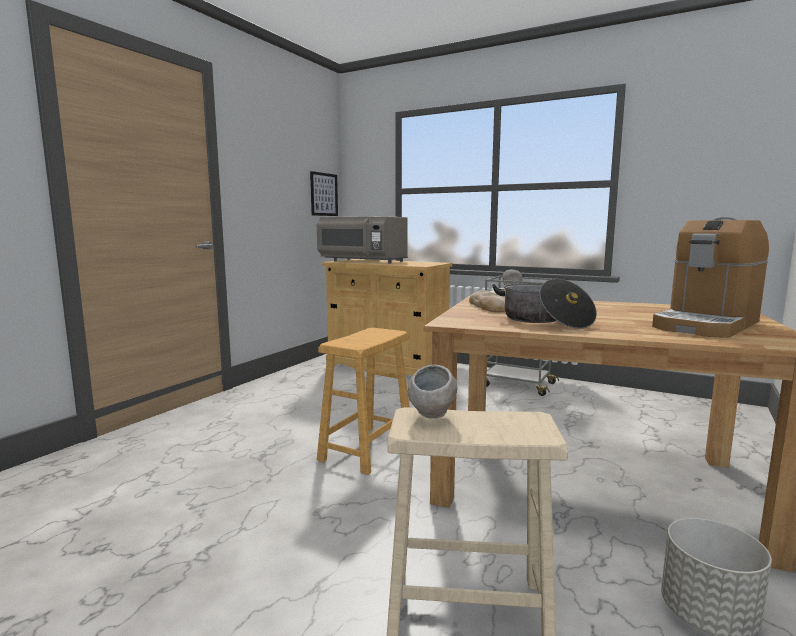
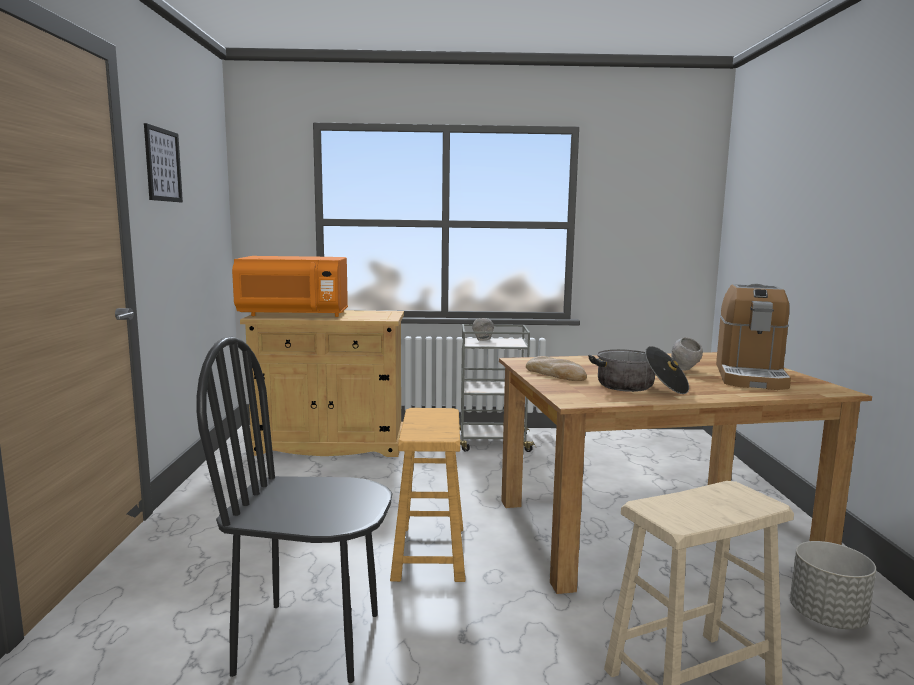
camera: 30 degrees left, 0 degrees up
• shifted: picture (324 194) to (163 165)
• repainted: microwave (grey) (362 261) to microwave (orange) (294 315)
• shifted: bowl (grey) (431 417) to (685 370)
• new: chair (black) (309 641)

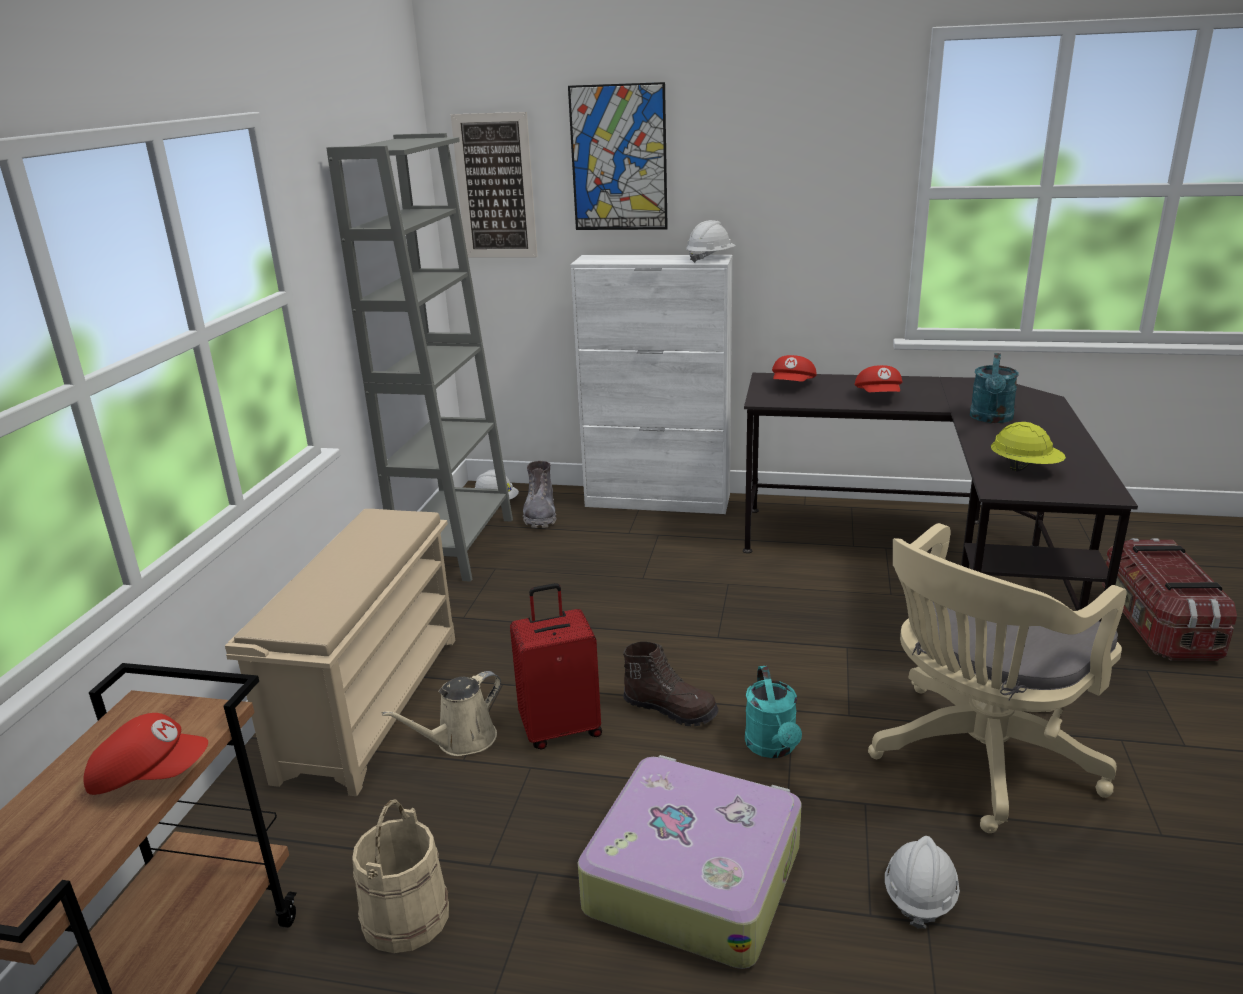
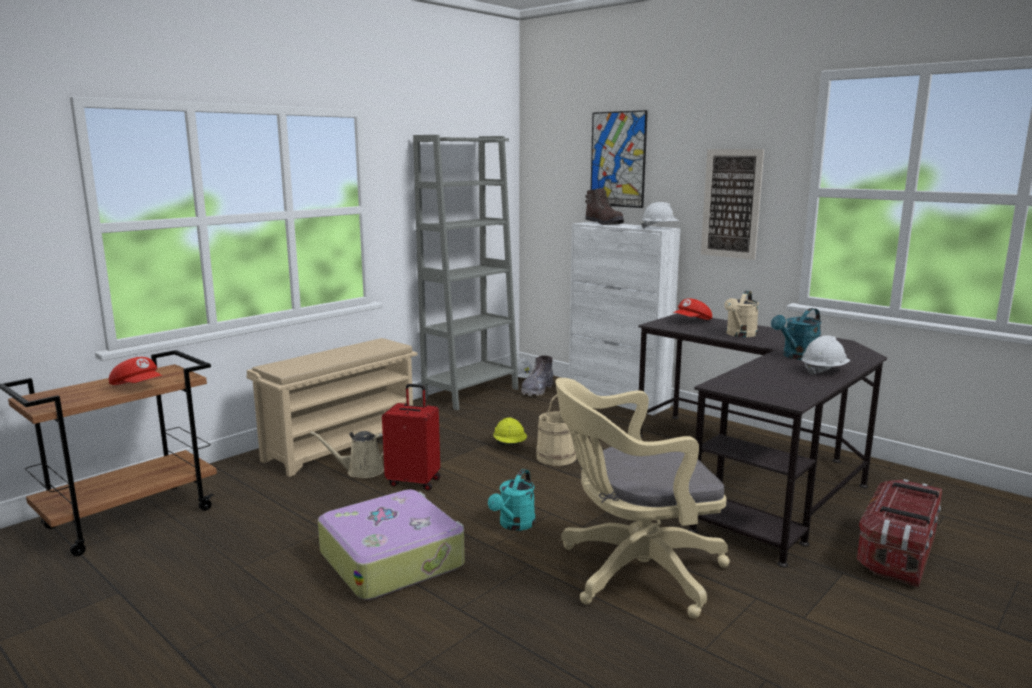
camera: 30 degrees right, 10 degrees down
• shifted: bucket (beige) (406 916) to (556 457)
• shifted: picture (495 187) to (731 204)
• shifted: boot (brown) (671 709) to (604 223)
• swapped: cap (red) (879 396) to watering can (beige) (739 335)
• shifted: hard hat (white) (919 895) to (823 370)
• shifted: hard hat (yellow) (1025 468) to (510 445)

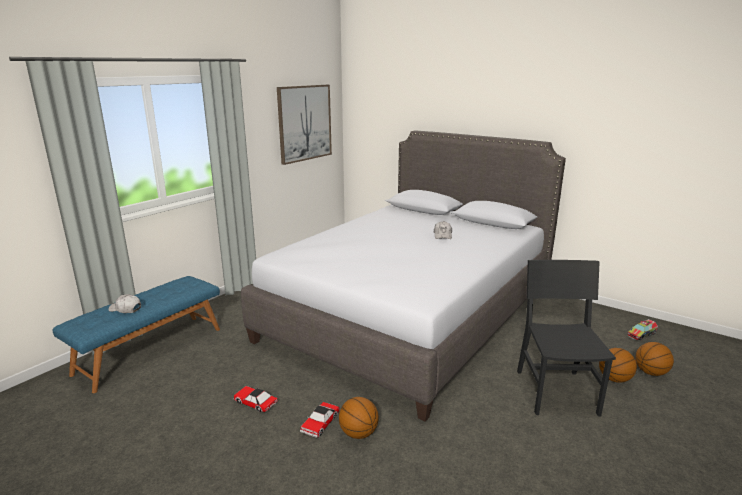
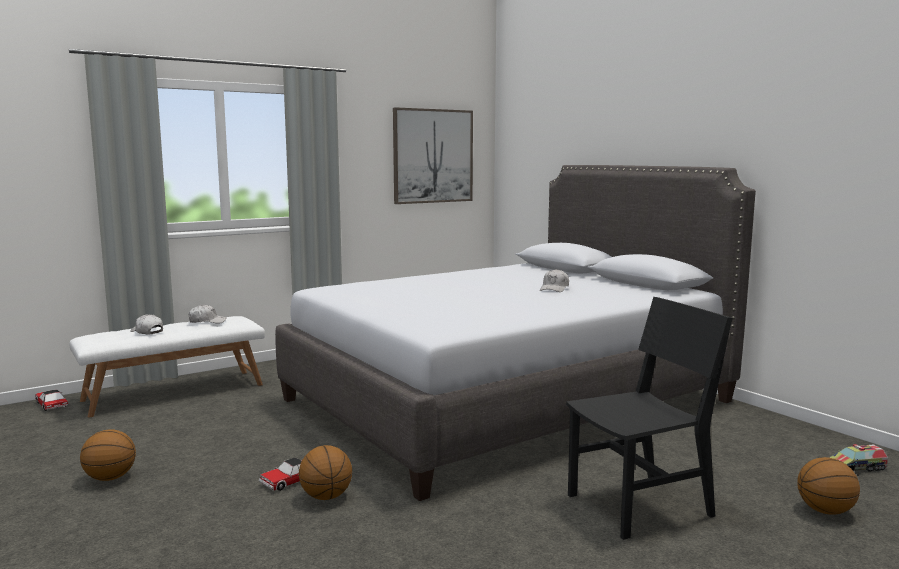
camera: 20 degrees right, 10 degrees down
• repainted: bench (blue) (150 350) to bench (white) (174 392)
• shifted: toy car (255 402) to (52 404)
• rotated: chair (black) (556 392) = (639 505) 45 degrees clockwise
• shifted: basketball (614 379) to (110 478)
• new: cap (white) (207 321)

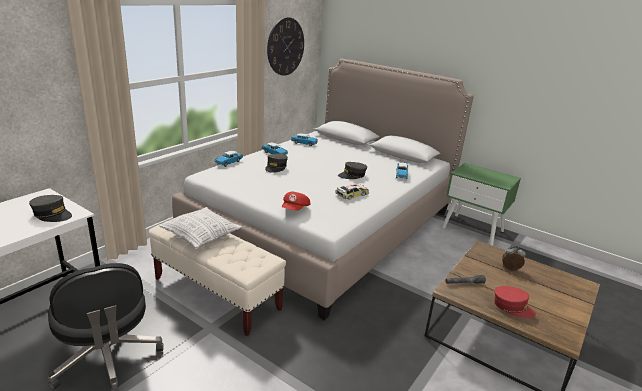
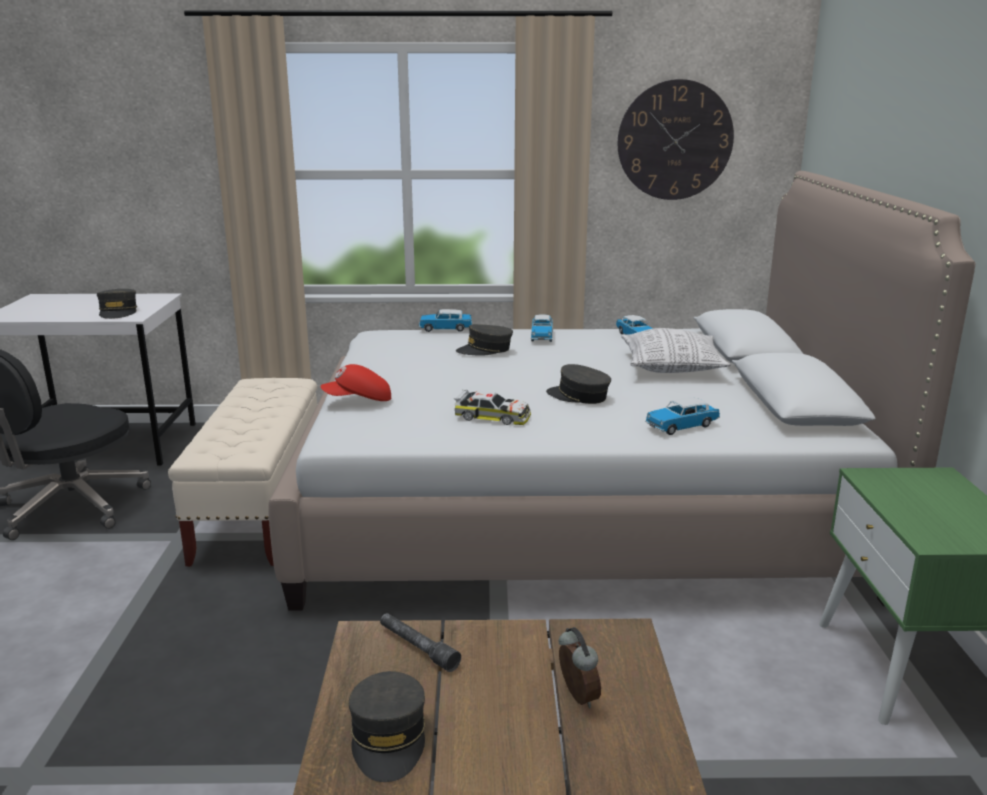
camera: 55 degrees right, 5 degrees down
• shifted: pillow (201 236) to (672 367)
• repainted: cap (red) (512 307) to cap (grey) (388 738)

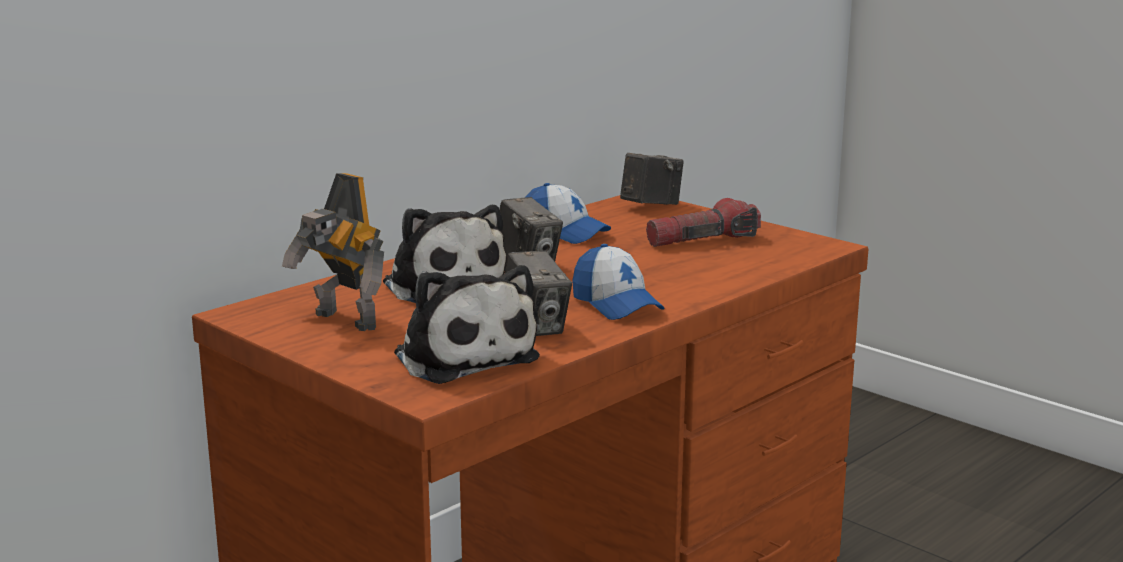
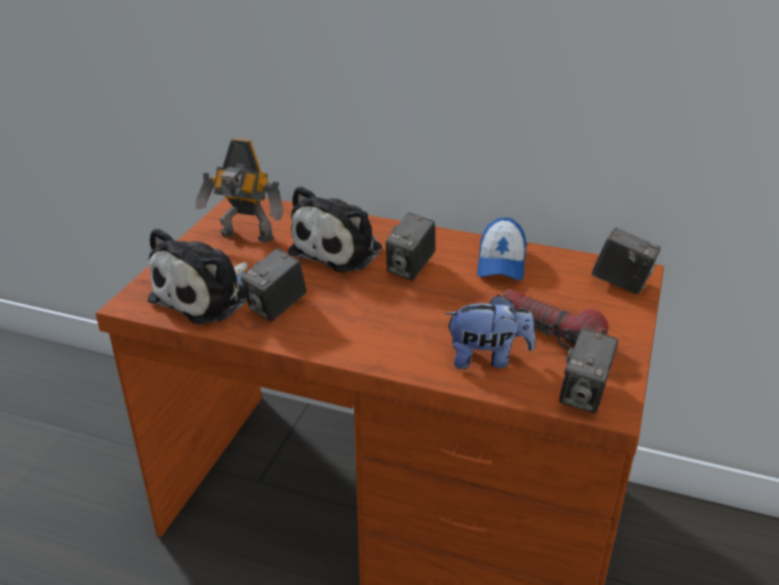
camera: 65 degrees right, 15 degrees up
• rotated: toy robot (343 321) = (246 237) 90 degrees counterclockwise
• gone: cap (616 304)
• new: plush toy (487 358)
• new: photo camera (584 395)

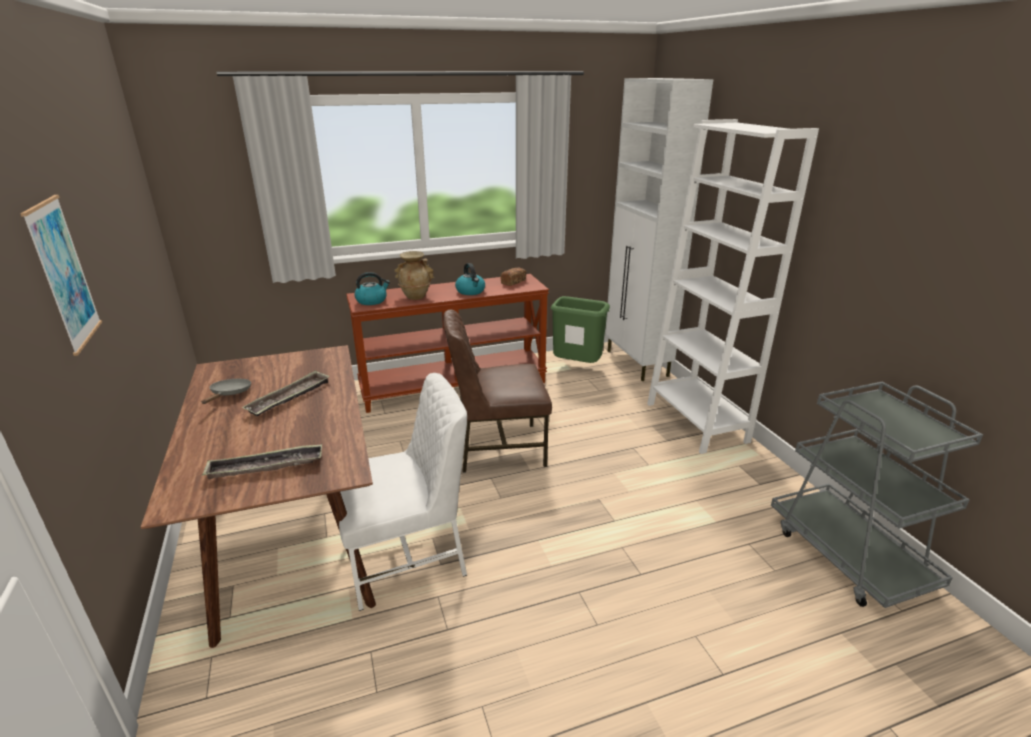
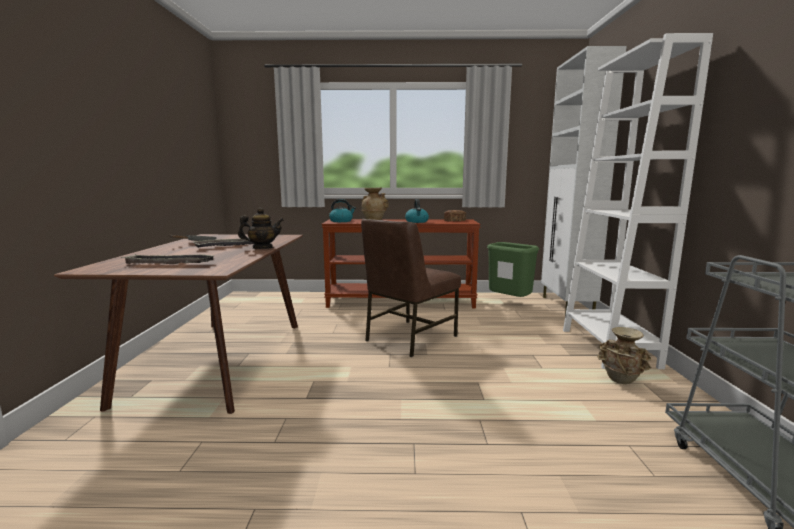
camera: 20 degrees right, 15 degrees down
• gone: picture (64 274)
• gone: chair (white) (407 558)
• rotated: chair (brown) (498 448) = (409 338) 60 degrees counterclockwise
• new: teapot (262 248)
• new: vase (beige) (621 380)

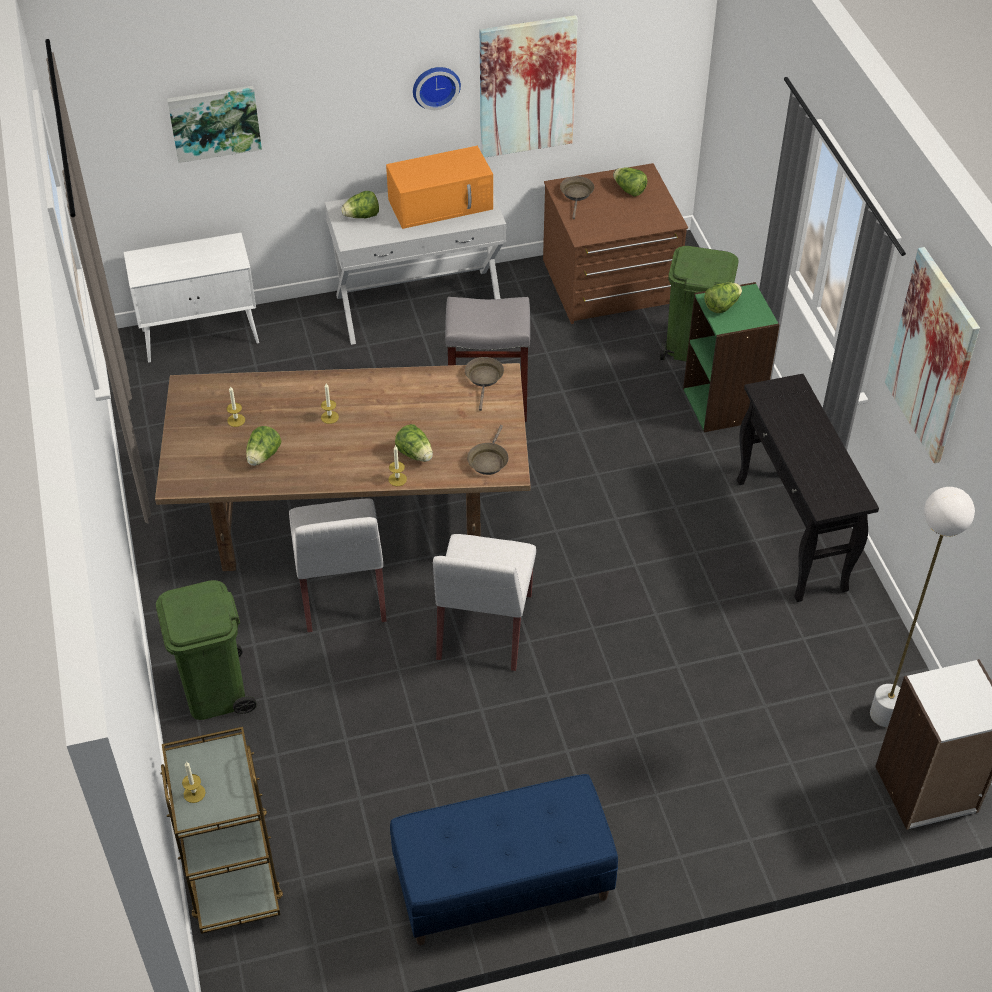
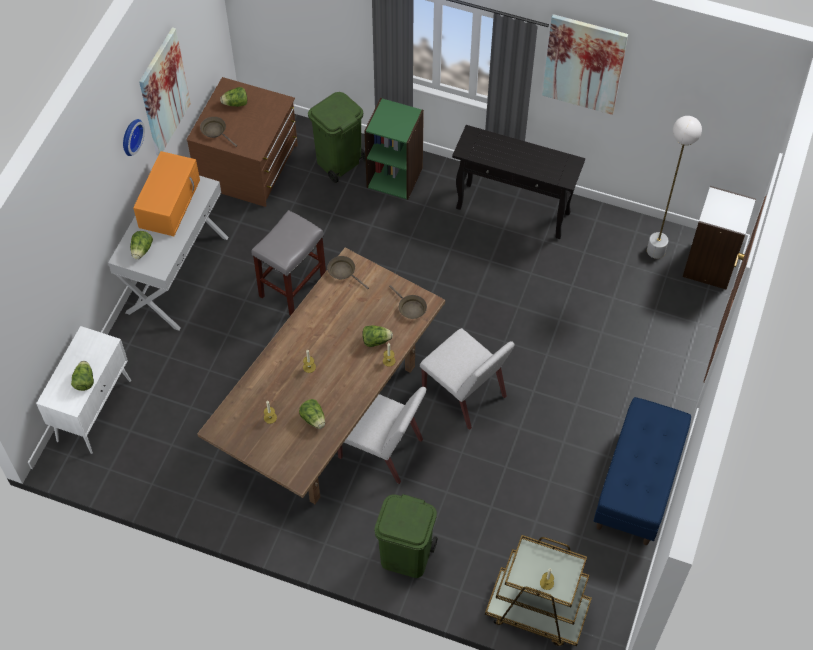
camera: 55 degrees left, 10 degrees up
• gone: picture (214 122)
• shifted: lettuce (722 306) to (84 381)

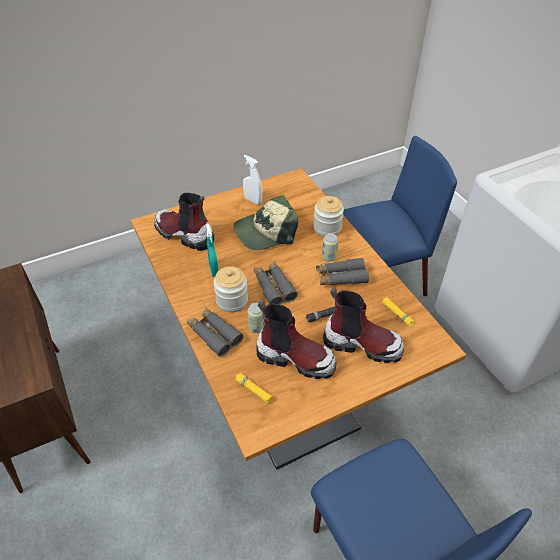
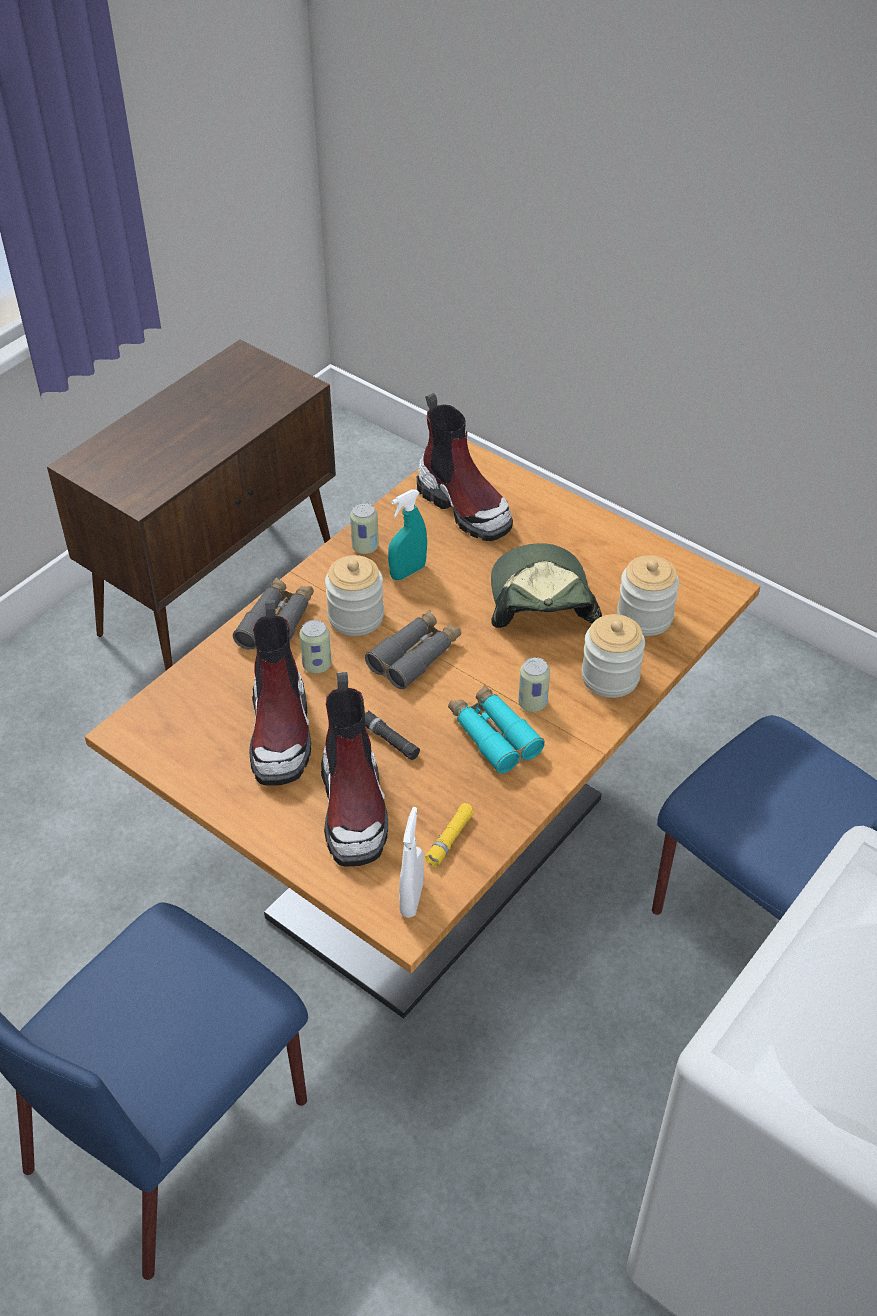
camera: 65 degrees right, 0 degrees up
• rotated: boot (184 234) = (465 506) 135 degrees clockwise
• rotated: cap (266 232) = (540 599) 45 degrees clockwise
• gone: flashlight (yellow) (253 390)
• shifted: spray bottle (white) (253 200) to (412 899)
• repainted: binoculars (grey) (341 277) to binoculars (turquoise) (493 735)
• new: can (365 547)
• new: jar (644 617)

